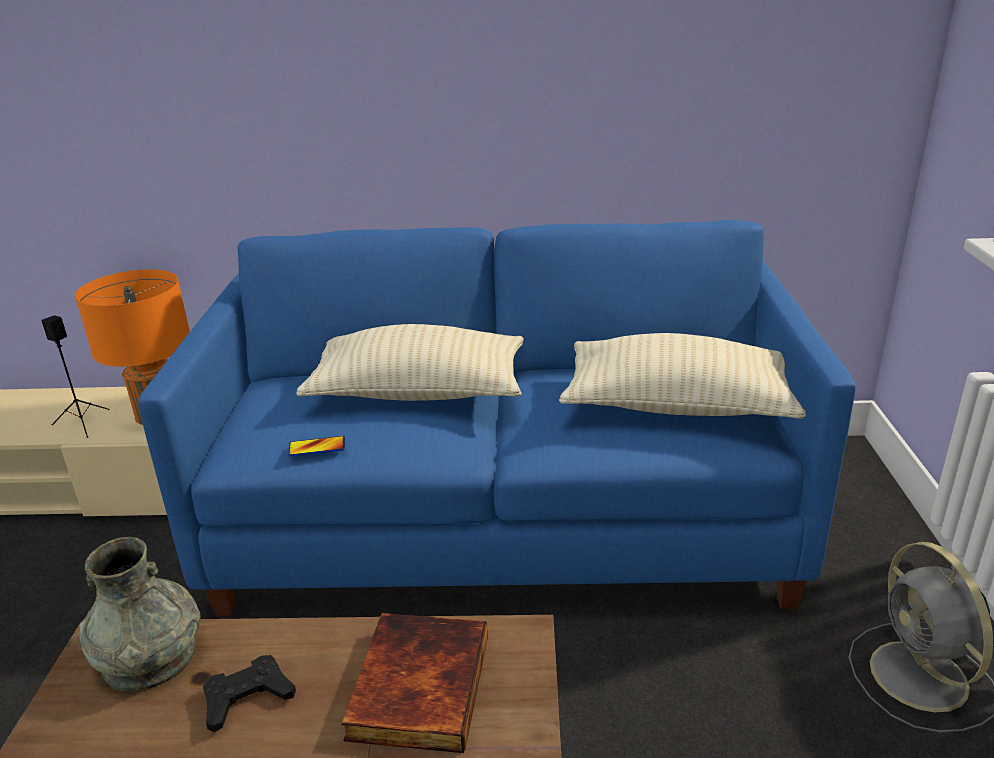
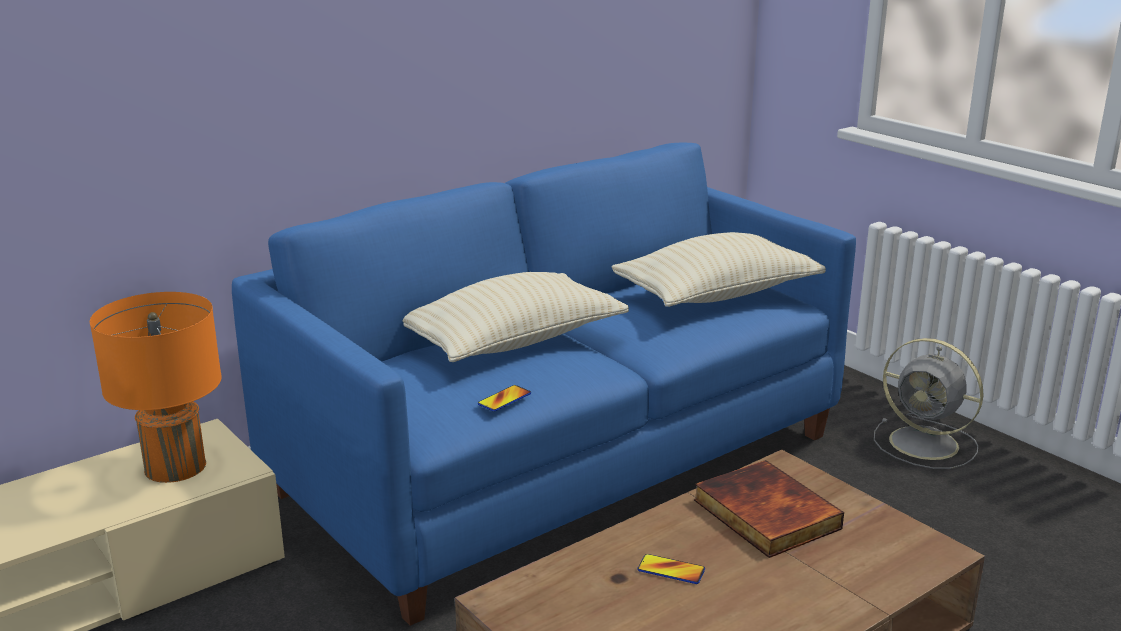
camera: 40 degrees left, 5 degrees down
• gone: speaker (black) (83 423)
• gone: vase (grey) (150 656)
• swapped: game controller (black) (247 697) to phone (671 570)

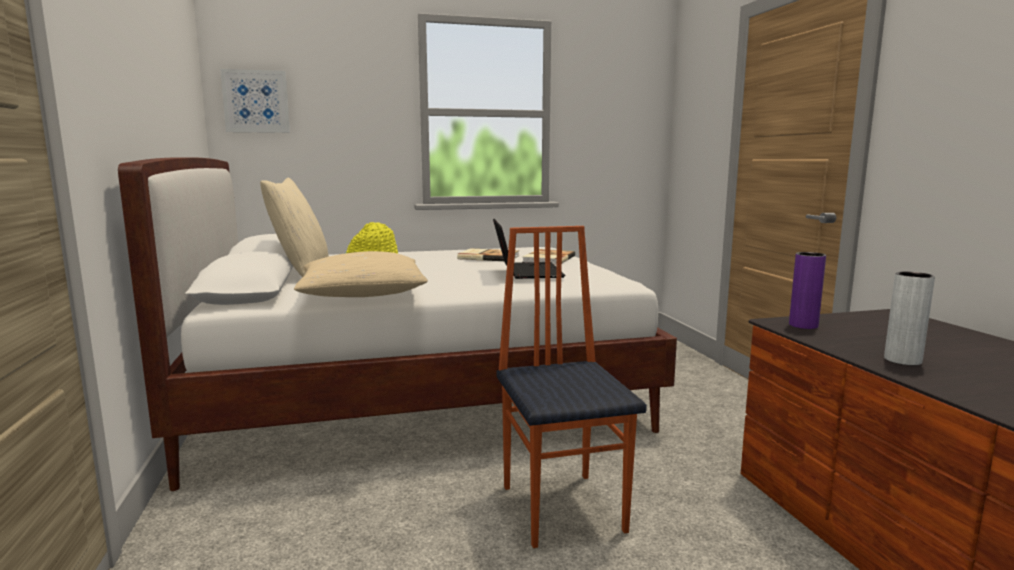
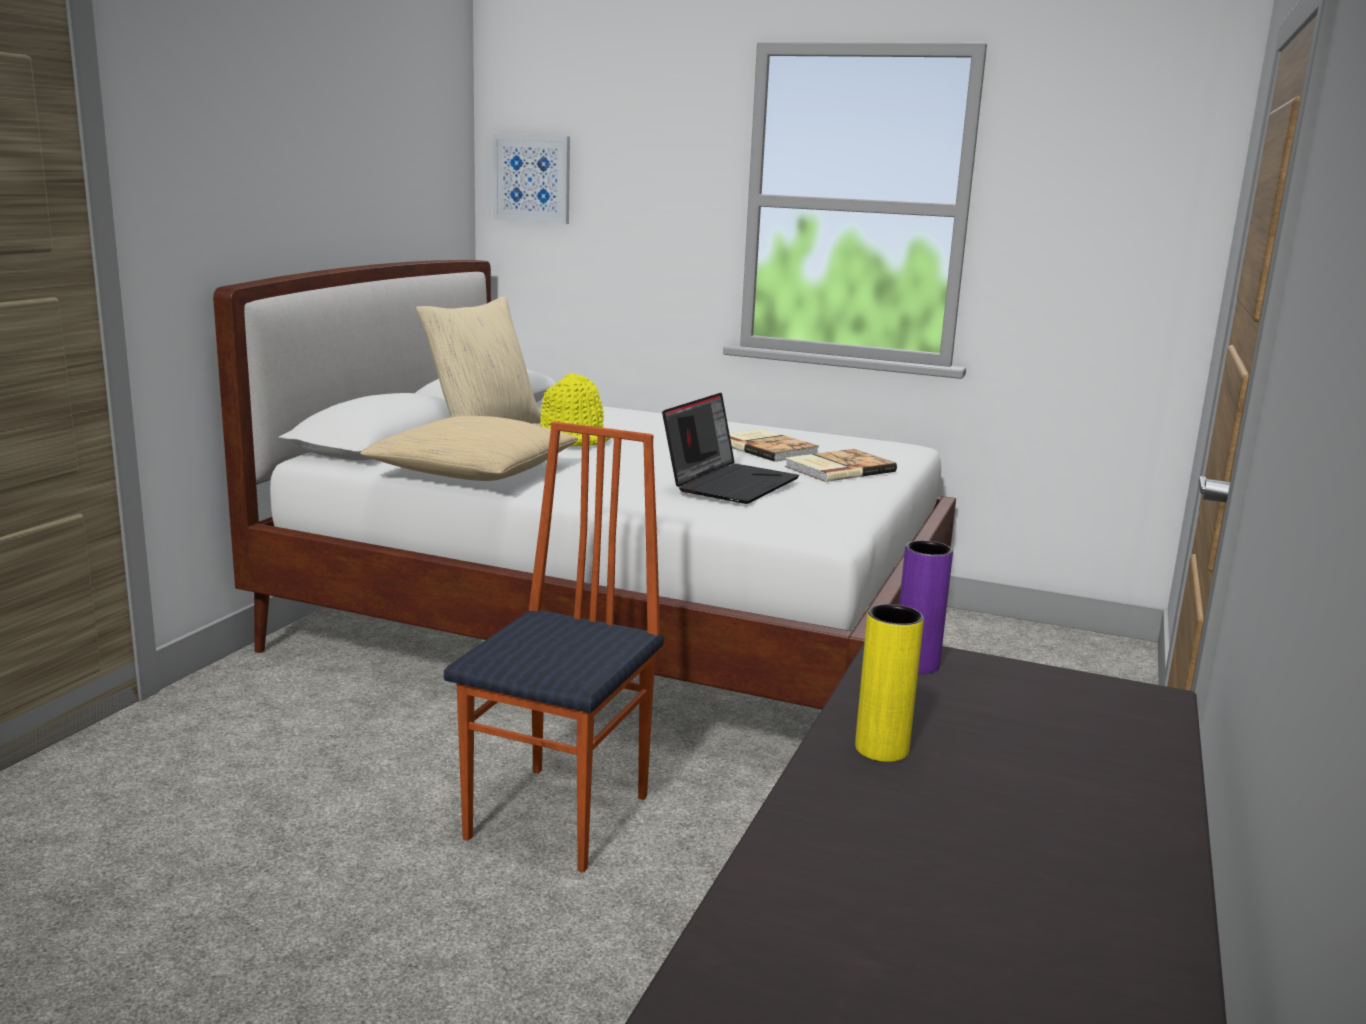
camera: 35 degrees right, 5 degrees up
• repainted: vase (grey) (902 360) to vase (yellow) (881 749)

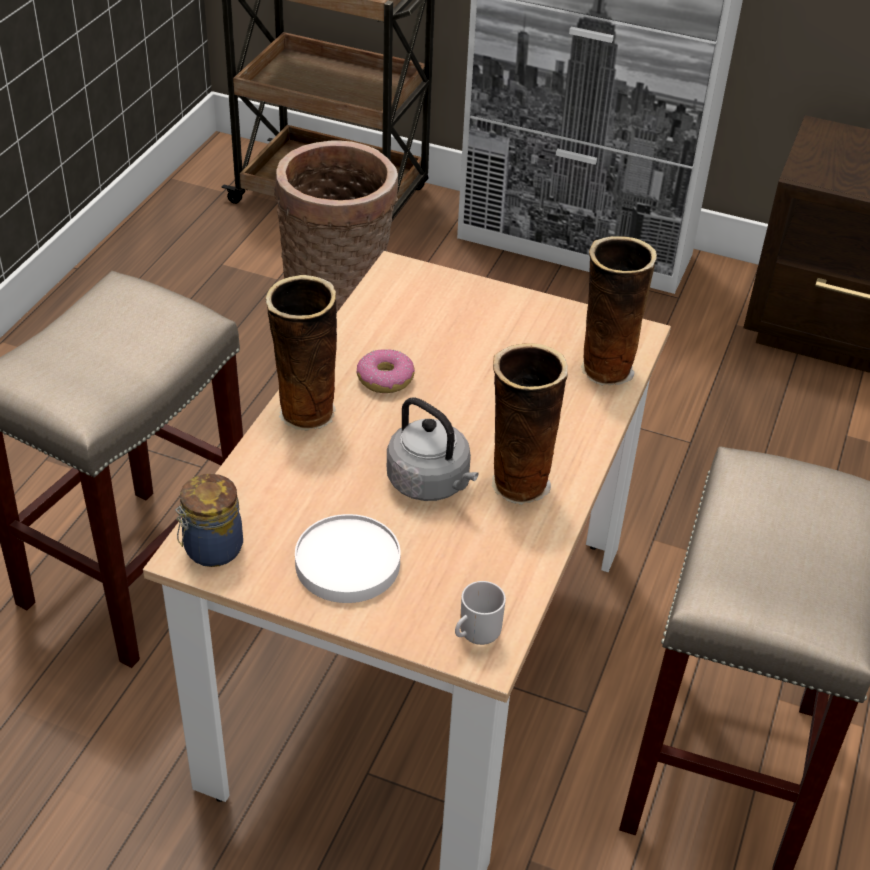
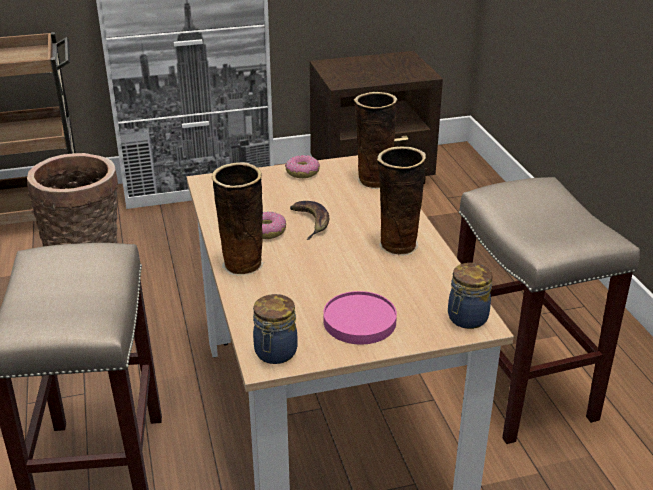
camera: 35 degrees left, 10 degrees down
• repainted: plate (white) (347 563) to plate (pink) (359 322)
• gone: kettle (grey) (431 483)
• swapped: mug (476 635) to jar (466 319)
• new: donut (302 172)
• new: banana (311 222)

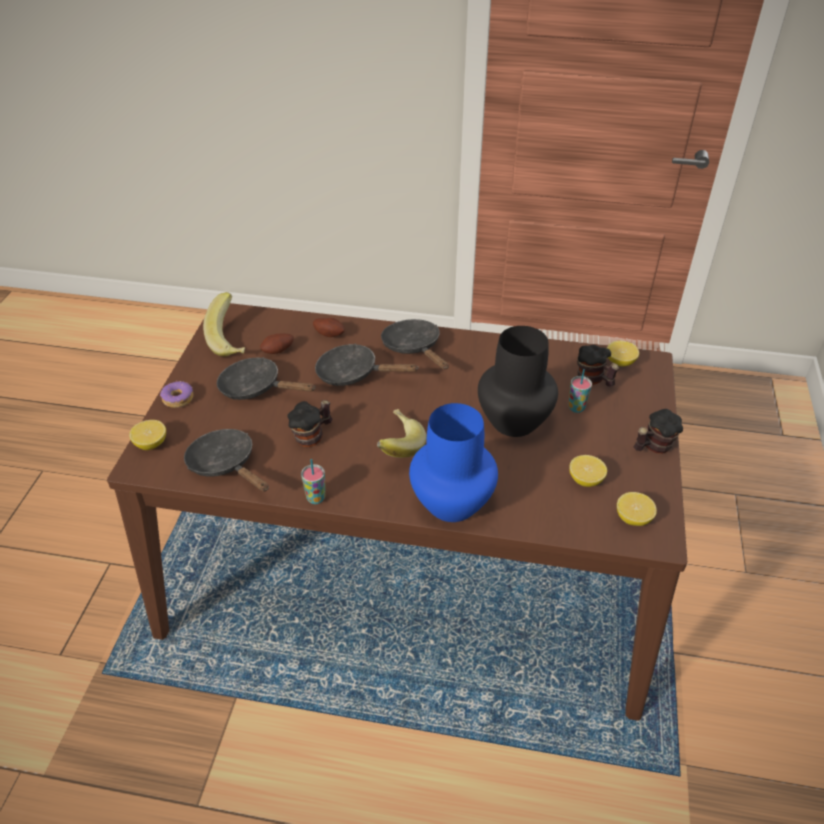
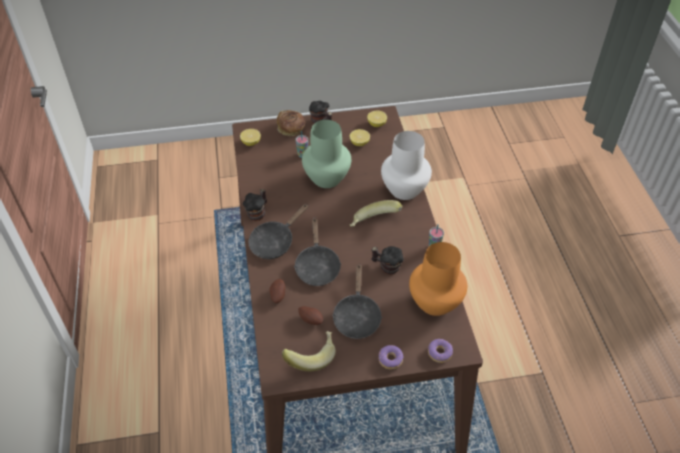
camera: 110 degrees left, 5 degrees up
• swapped: lemon (151 444) to donut (440 353)
• swapped: frying pan (black) (225 465) to vase (orange) (434 302)
• repainted: vase (blue) (452 502) to vase (white) (403 189)
• repainted: vase (black) (515 421) to vase (green) (327 177)
• shifted: mug (593 380) to (258 213)
• new: bread (291 129)

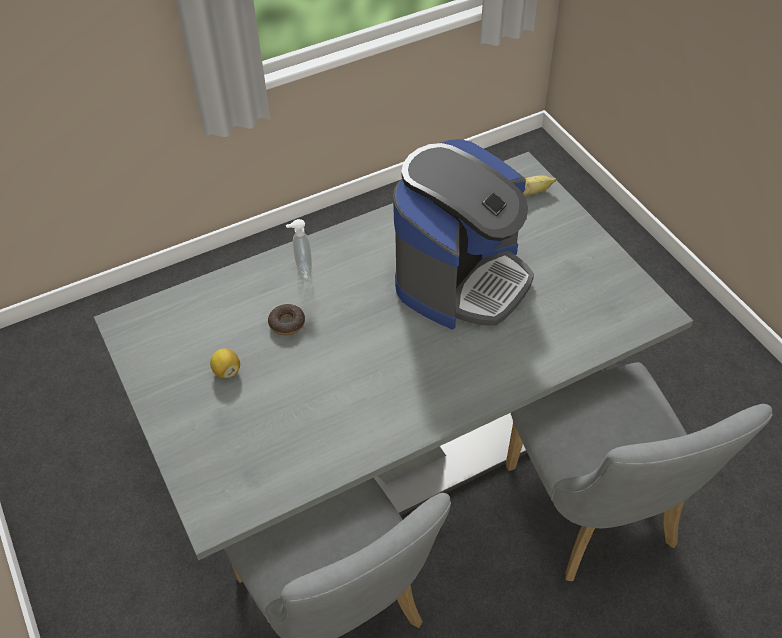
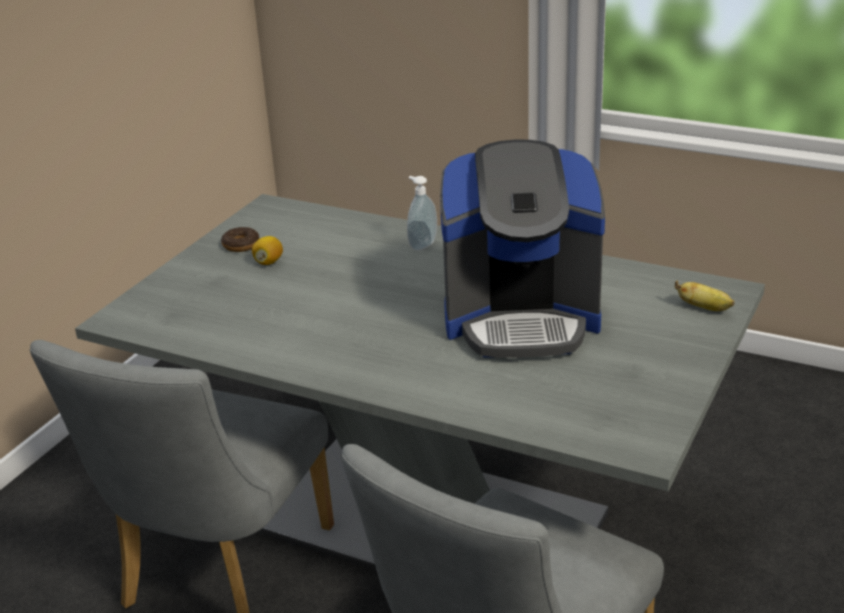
camera: 55 degrees right, 20 degrees down
• shifted: donut (287 323) to (241 245)

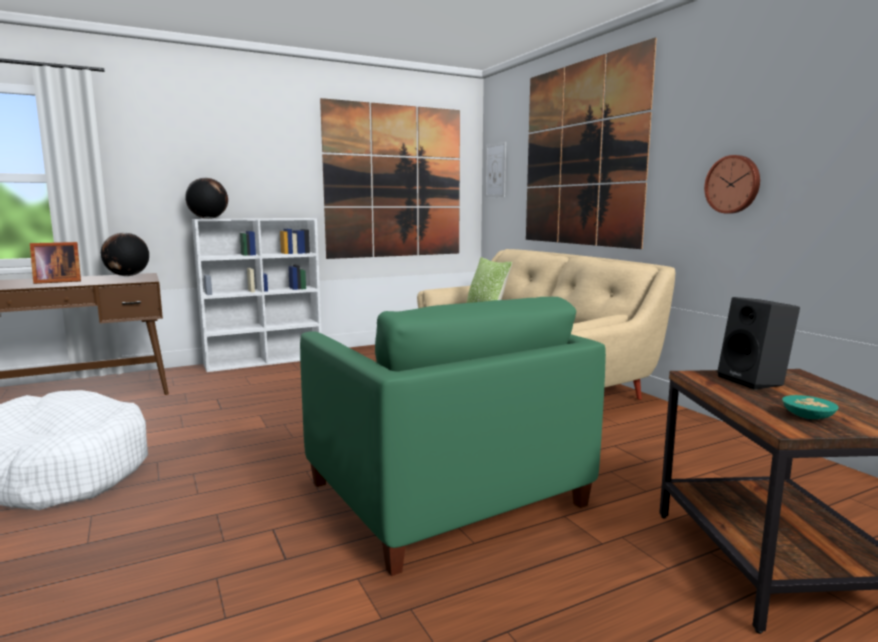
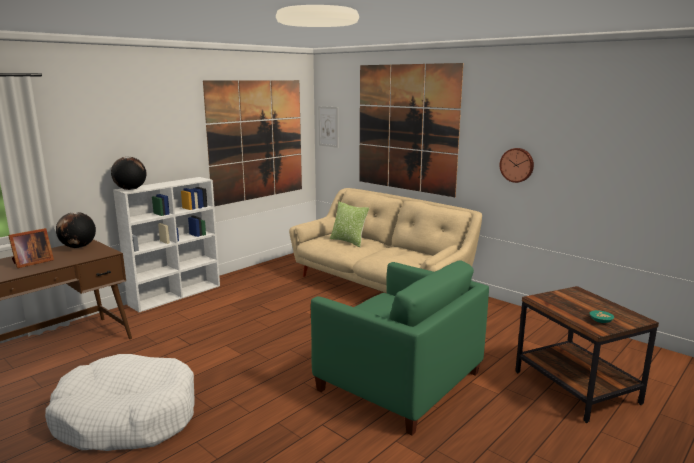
camera: 20 degrees left, 5 degrees up
• gone: speaker (black) (755 381)

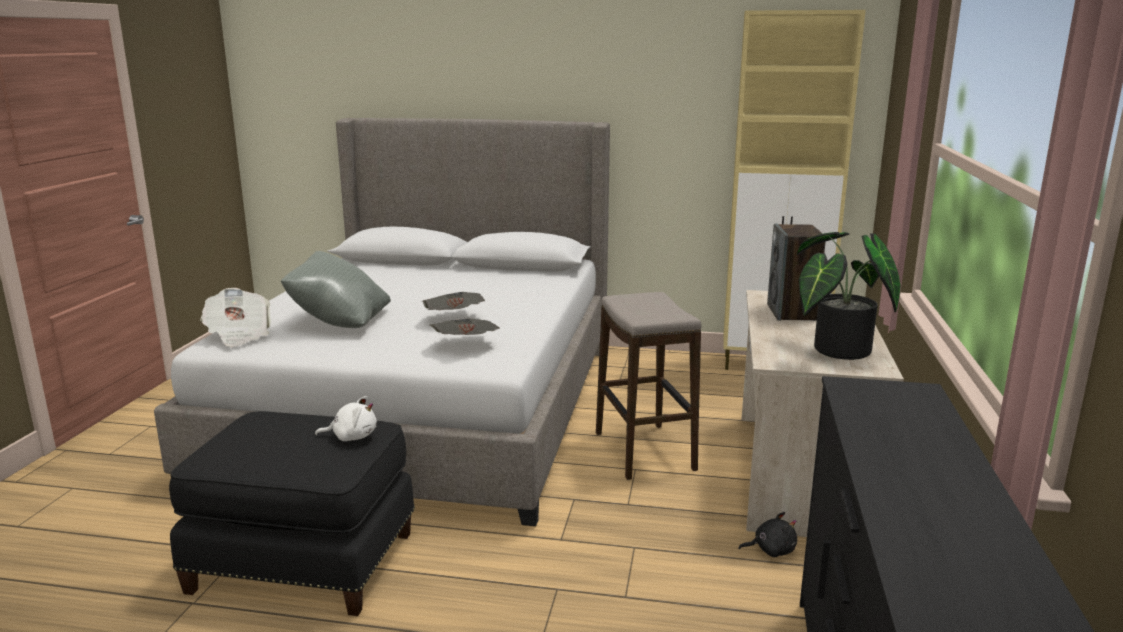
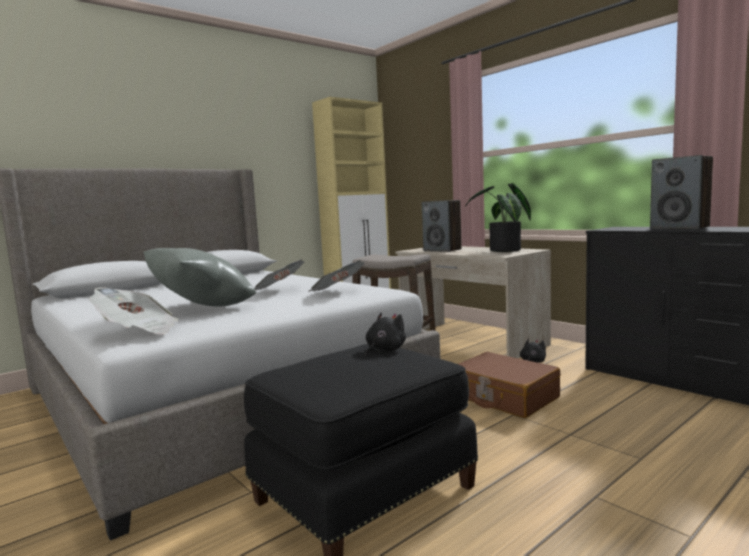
camera: 50 degrees left, 10 degrees down
• repainted: plush toy (white) (352 437) to plush toy (black) (384 350)
• new: suitcase (brown) (503 397)
• new: speaker (680 228)

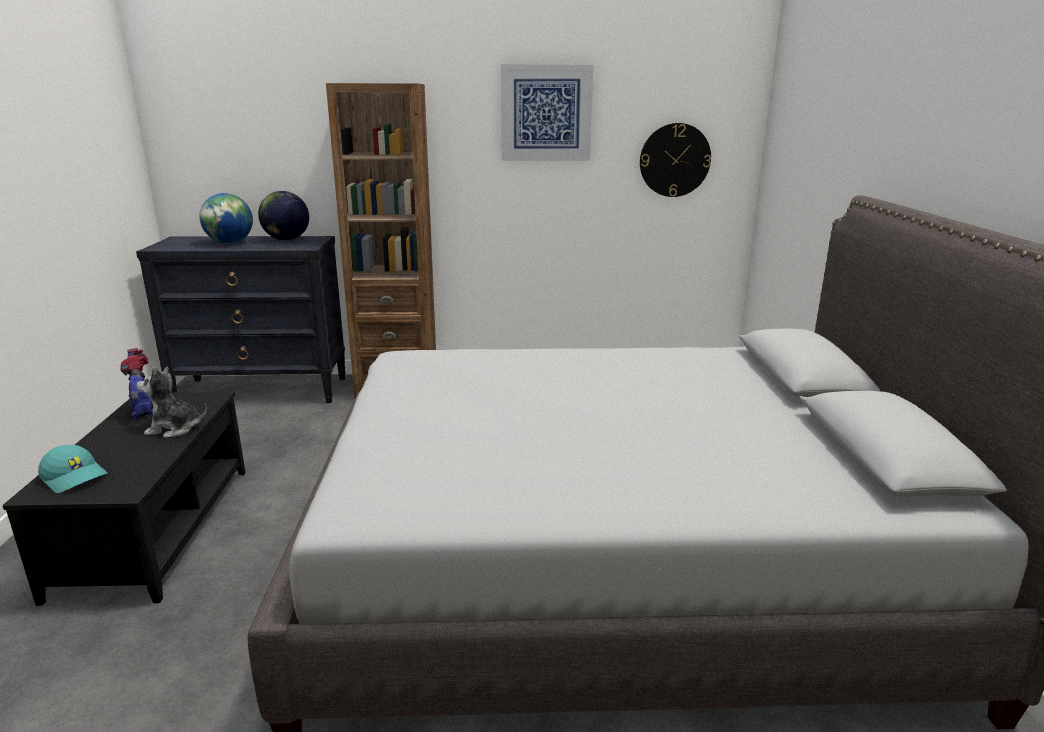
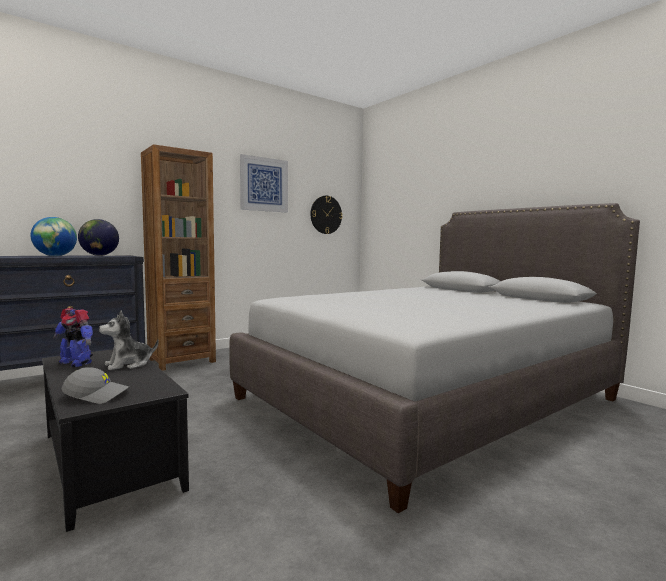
camera: 35 degrees left, 15 degrees down
• repainted: cap (turquoise) (75 477) to cap (grey) (97 395)

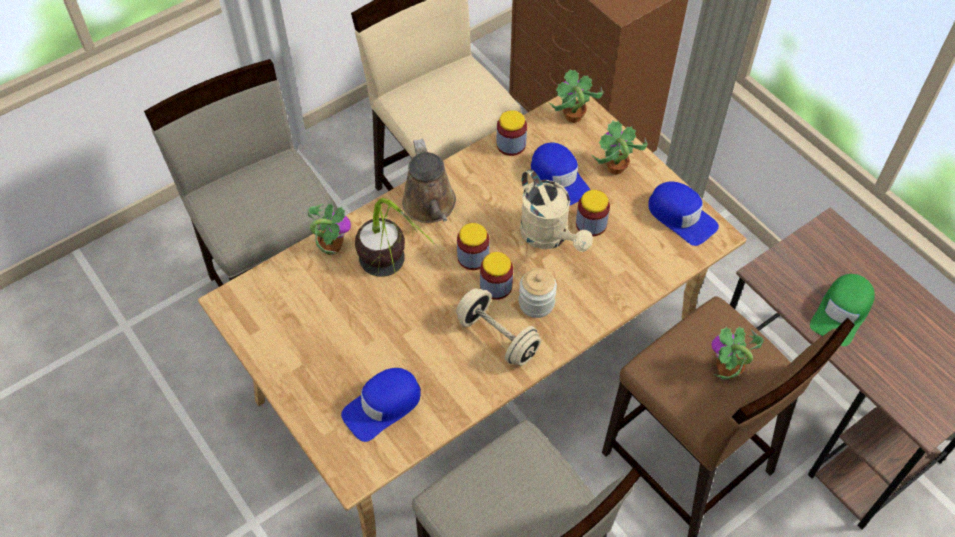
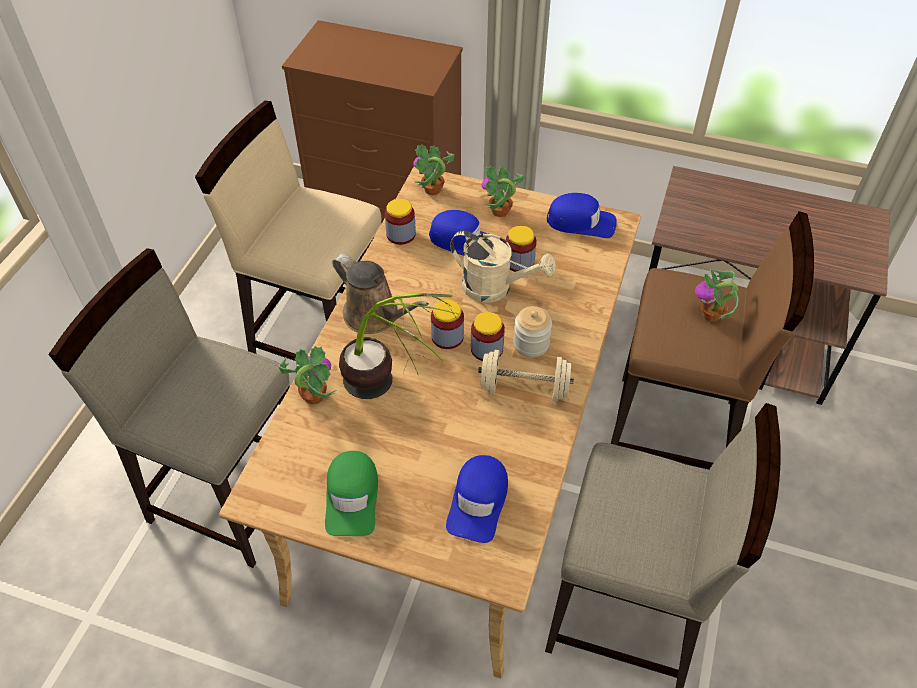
camera: 35 degrees left, 5 degrees down
• shifted: cap (green) (842 312) to (352 497)

